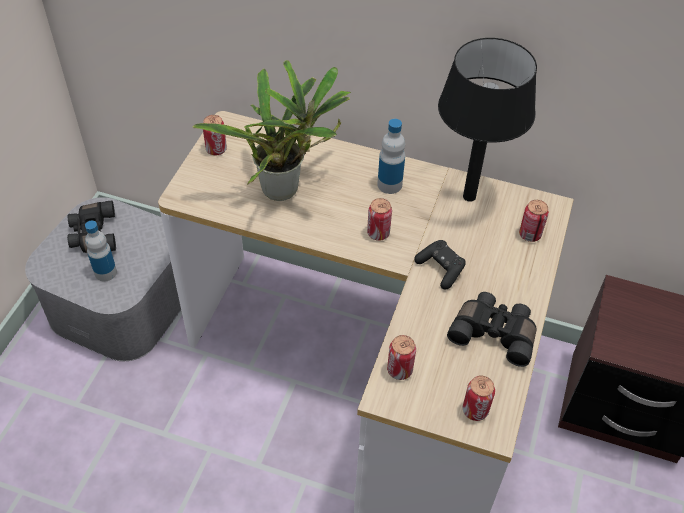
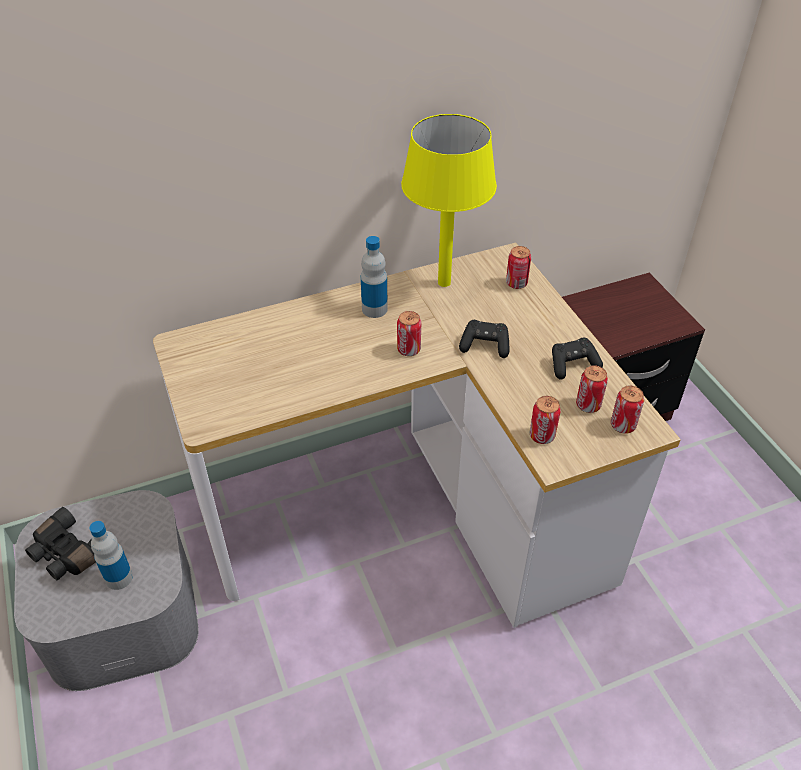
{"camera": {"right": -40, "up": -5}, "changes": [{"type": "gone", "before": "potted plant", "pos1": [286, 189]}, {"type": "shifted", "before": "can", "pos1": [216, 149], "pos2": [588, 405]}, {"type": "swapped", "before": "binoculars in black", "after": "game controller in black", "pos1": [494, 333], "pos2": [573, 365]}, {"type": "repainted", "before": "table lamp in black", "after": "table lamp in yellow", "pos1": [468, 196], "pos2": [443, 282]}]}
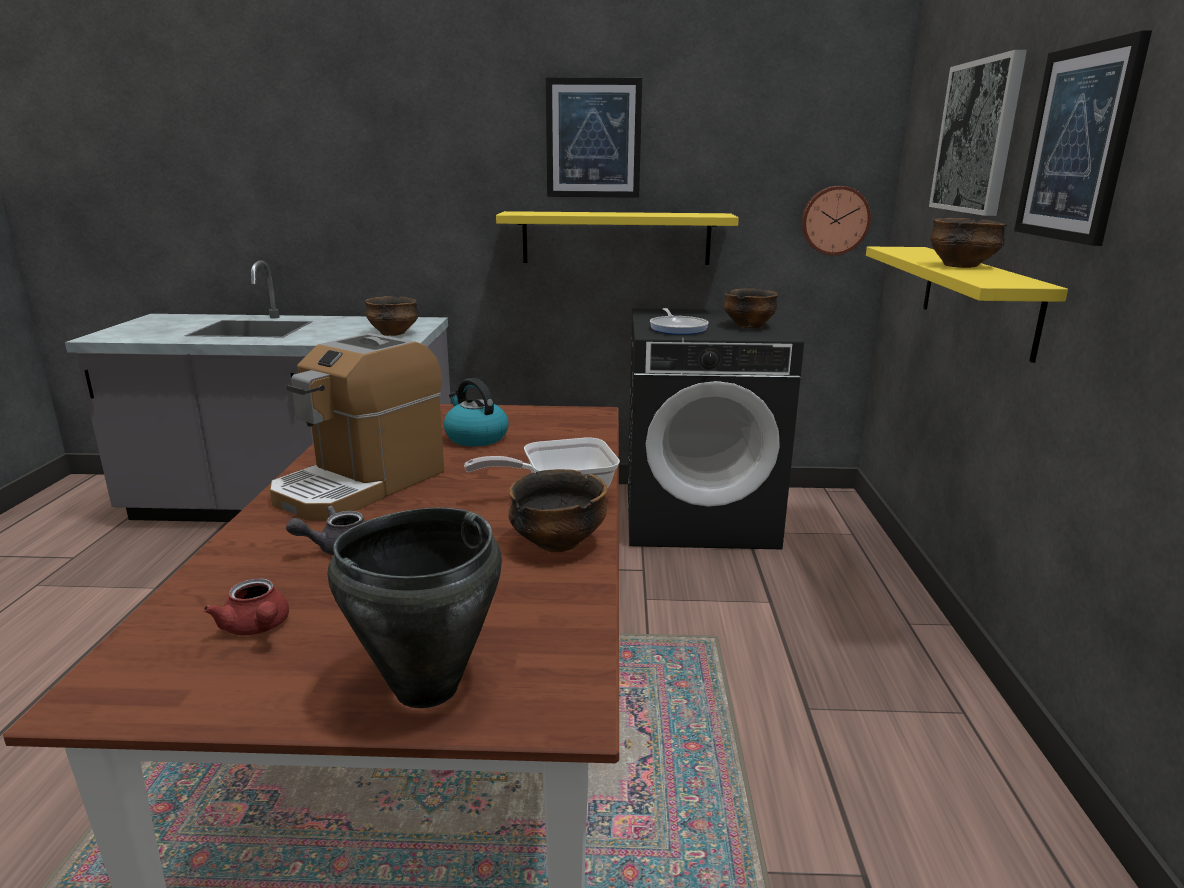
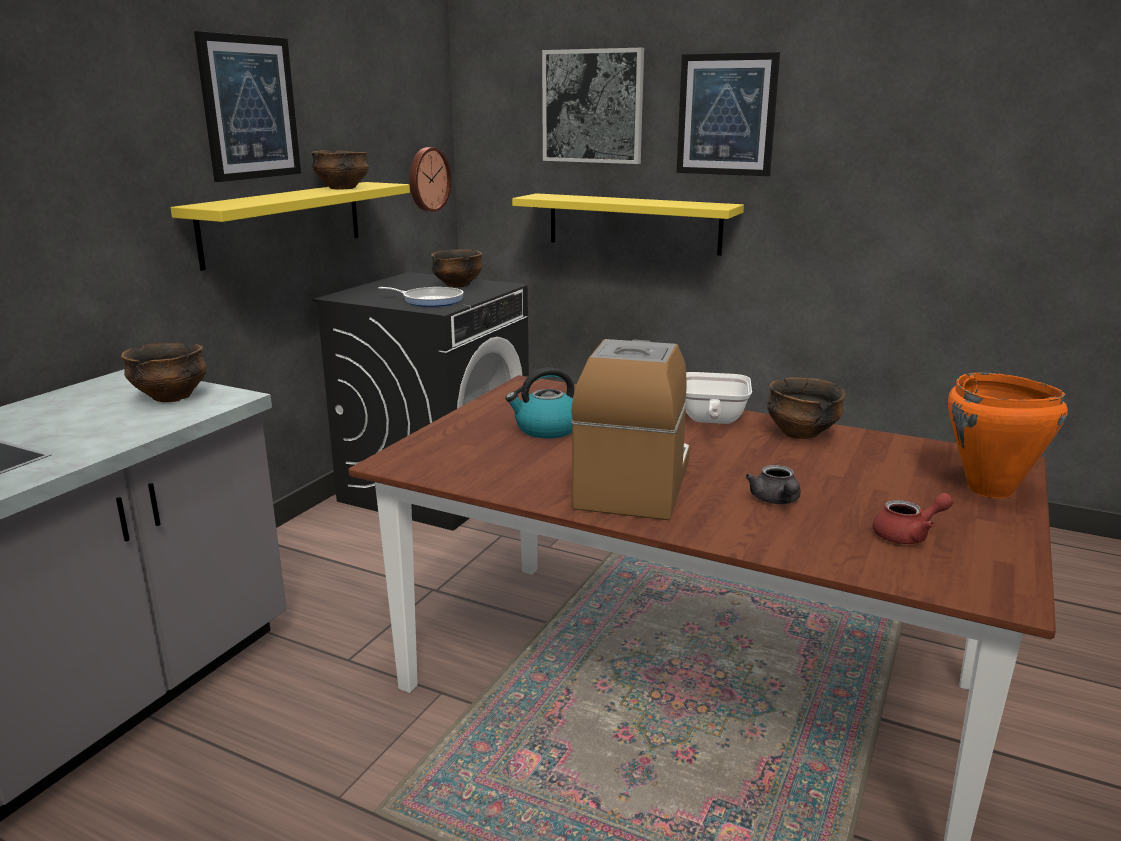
{"camera": {"right": -65, "up": 0}, "changes": [{"type": "shifted", "before": "bowl", "pos1": [961, 266], "pos2": [342, 188]}, {"type": "repainted", "before": "cooking pot in black", "after": "cooking pot in orange", "pos1": [425, 687], "pos2": [989, 490]}, {"type": "rotated", "before": "coffee machine", "pos1": [361, 484], "pos2": [634, 483], "turn": -135}]}
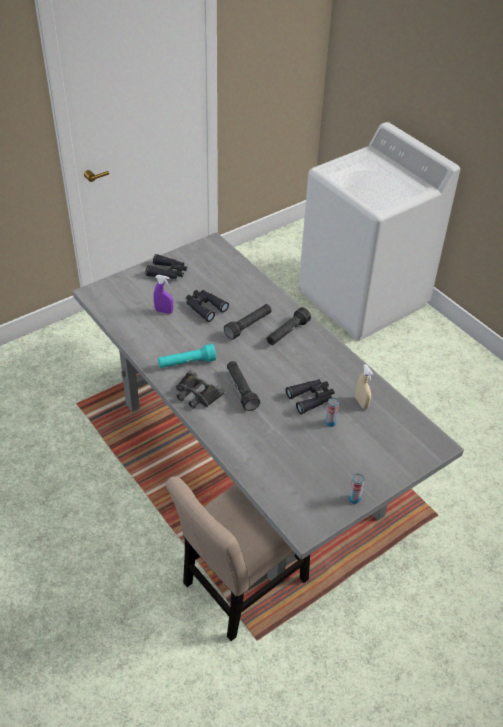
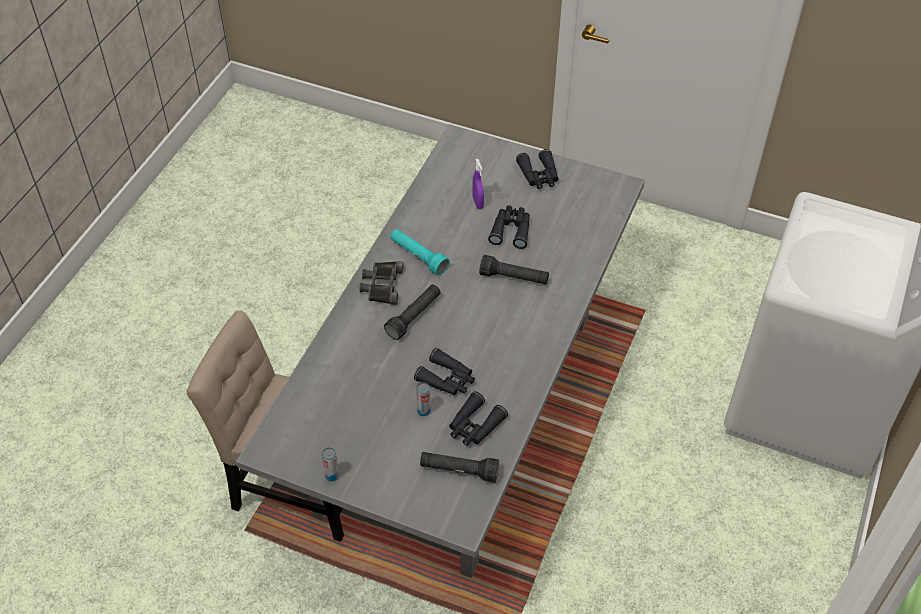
{"camera": {"right": 60, "up": 5}, "changes": [{"type": "shifted", "before": "flashlight in black", "pos1": [287, 333], "pos2": [459, 471]}, {"type": "swapped", "before": "spray bottle in beige", "after": "binoculars in black", "pos1": [361, 403], "pos2": [474, 426]}]}
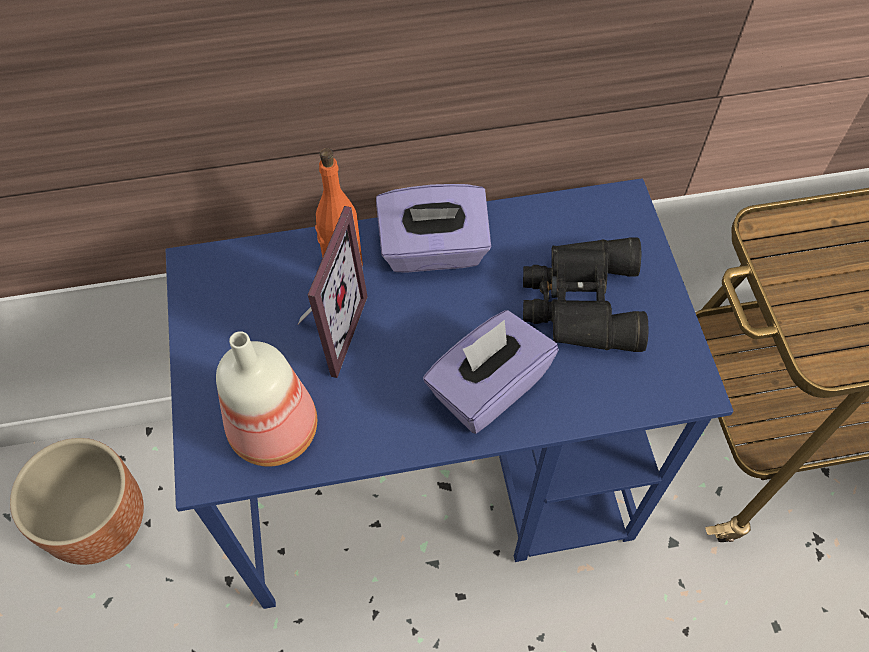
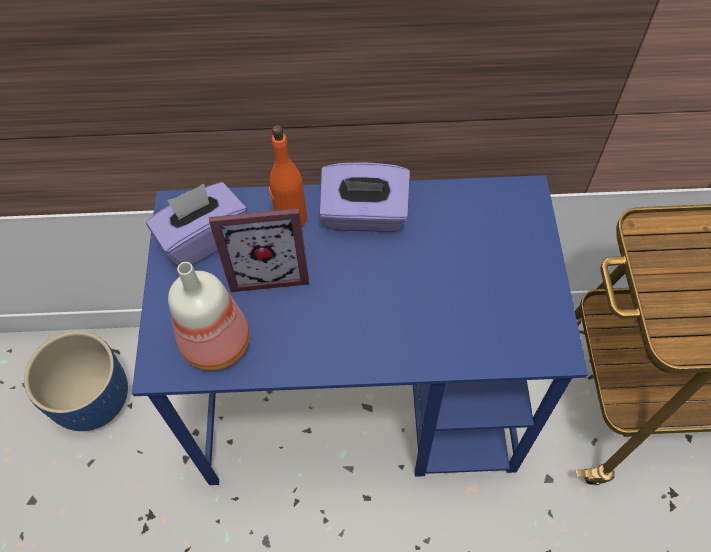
{"camera": {"right": 10, "up": 0}, "changes": [{"type": "gone", "before": "binoculars in black", "pos1": [579, 302]}, {"type": "shifted", "before": "tissue box in purple", "pos1": [487, 387], "pos2": [203, 238]}, {"type": "repainted", "before": "planter in brown", "after": "planter in blue", "pos1": [99, 520], "pos2": [93, 398]}, {"type": "rotated", "before": "picture frame", "pos1": [325, 329], "pos2": [269, 268], "turn": 60}]}
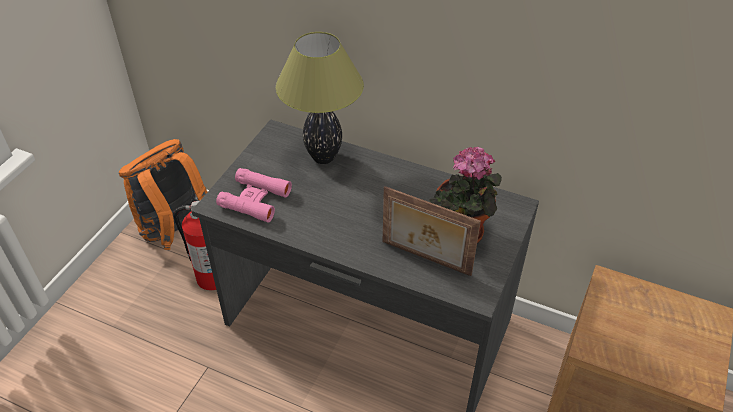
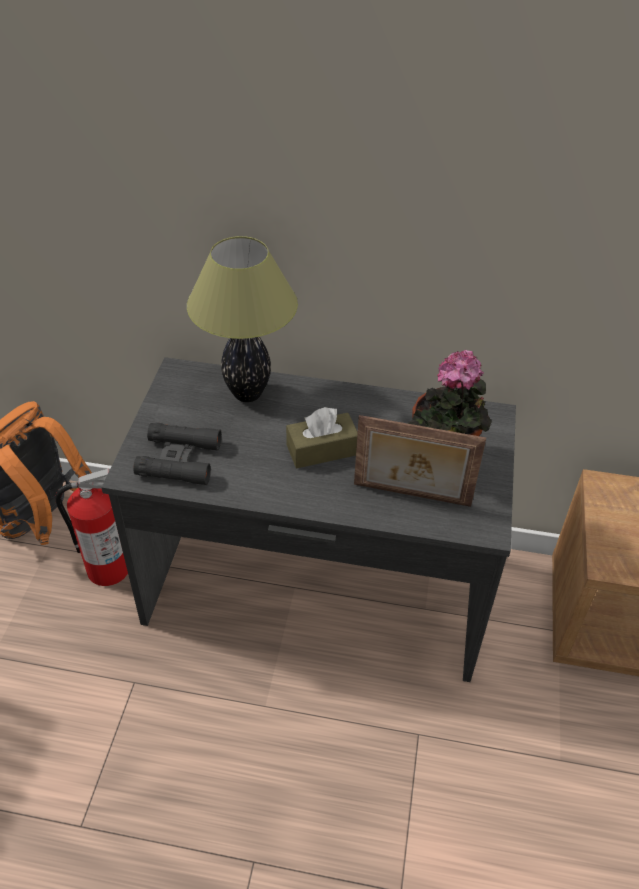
{"camera": {"right": -15, "up": 0}, "changes": [{"type": "new", "after": "tissue box in brown", "pos2": [322, 450]}, {"type": "repainted", "before": "binoculars in pink", "after": "binoculars in black", "pos1": [255, 199], "pos2": [179, 459]}]}
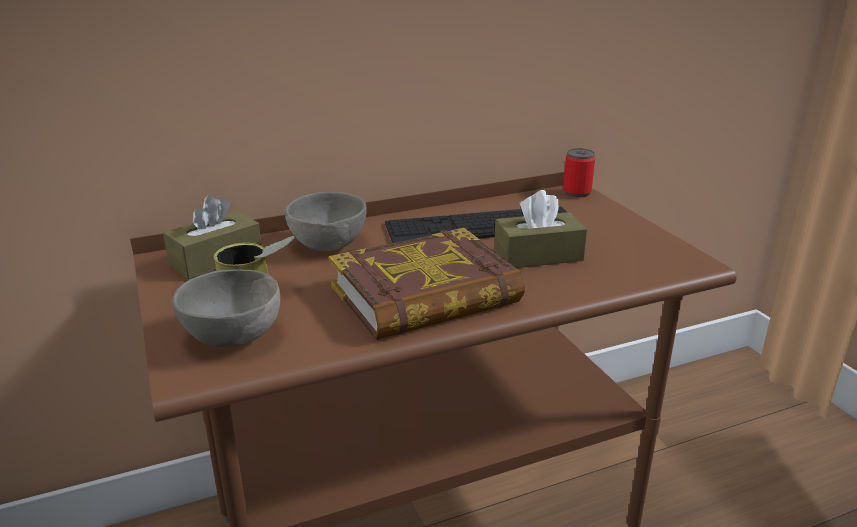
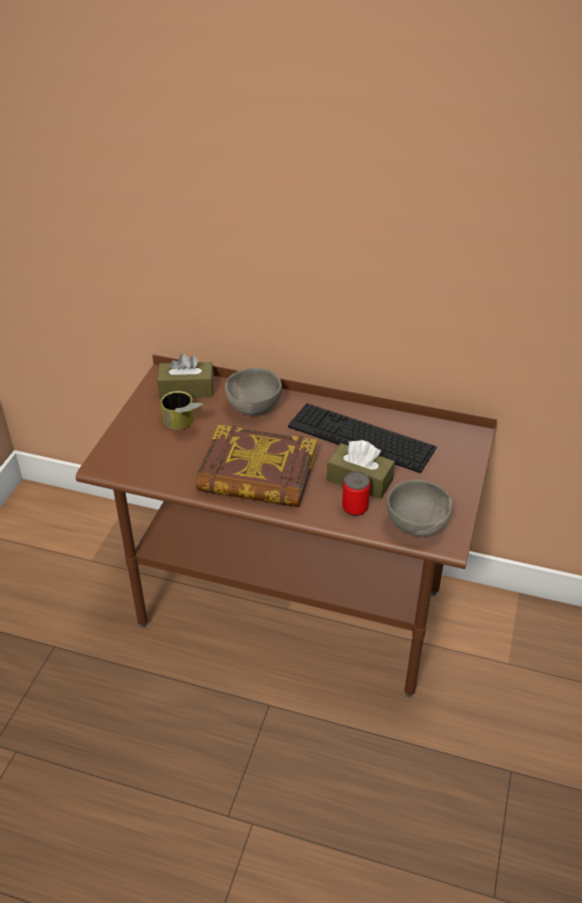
{"camera": {"right": 40, "up": 15}, "changes": [{"type": "shifted", "before": "bowl in grey", "pos1": [234, 338], "pos2": [417, 526]}, {"type": "shifted", "before": "can", "pos1": [577, 192], "pos2": [355, 507]}]}
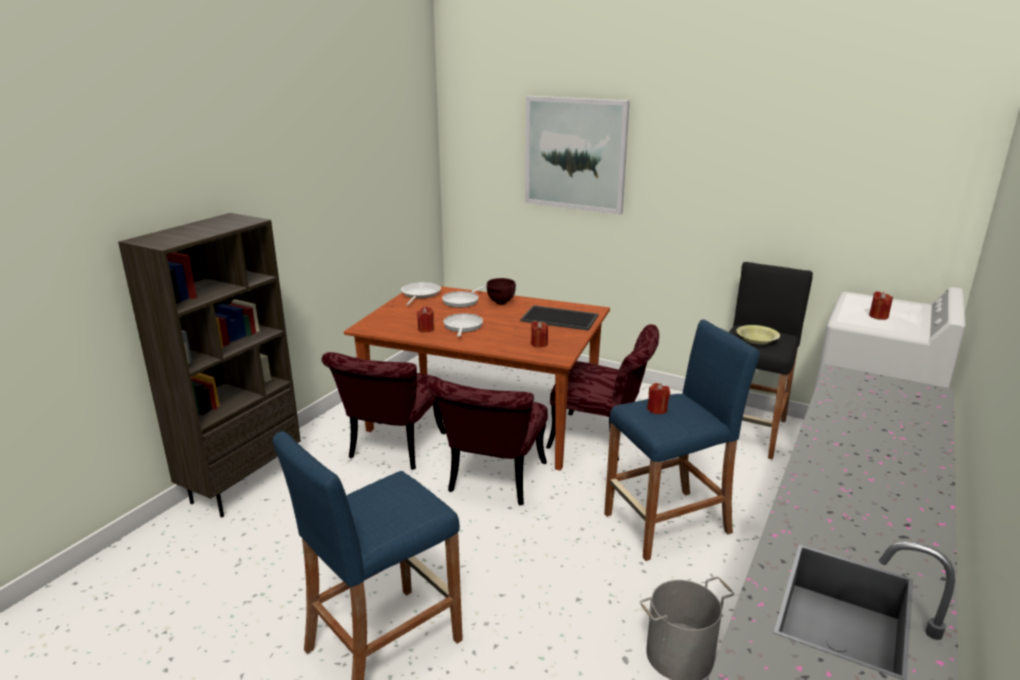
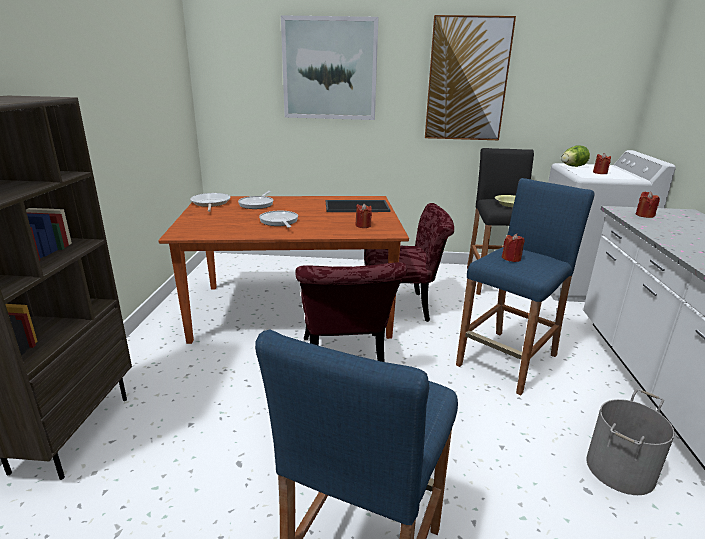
{"camera": {"right": -25, "up": 0}, "changes": [{"type": "gone", "before": "chair in red", "pos1": [392, 451]}, {"type": "gone", "before": "bowl in brown", "pos1": [500, 303]}, {"type": "new", "after": "picture", "pos2": [467, 80]}, {"type": "new", "after": "lettuce", "pos2": [572, 166]}, {"type": "shifted", "before": "candle in red", "pos1": [426, 329], "pos2": [644, 215]}]}
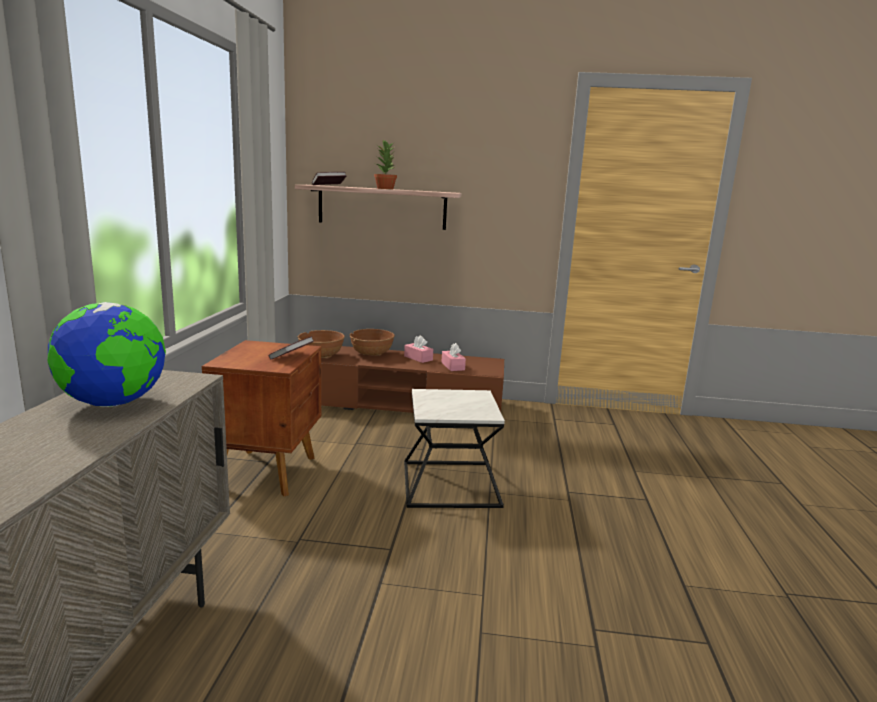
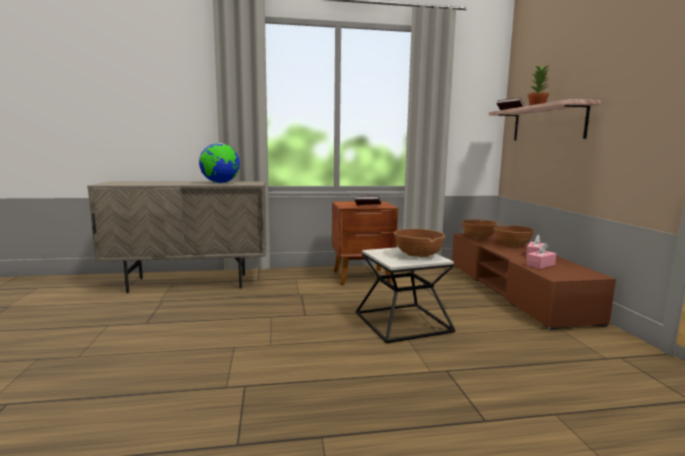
{"camera": {"right": 75, "up": -5}, "changes": [{"type": "new", "after": "bowl in brown", "pos2": [418, 255]}]}
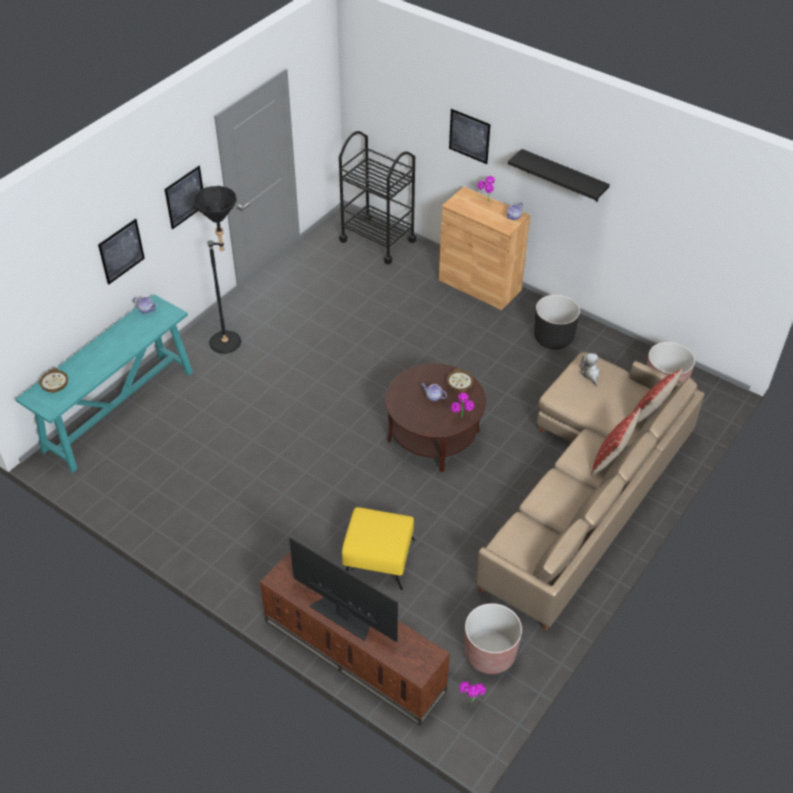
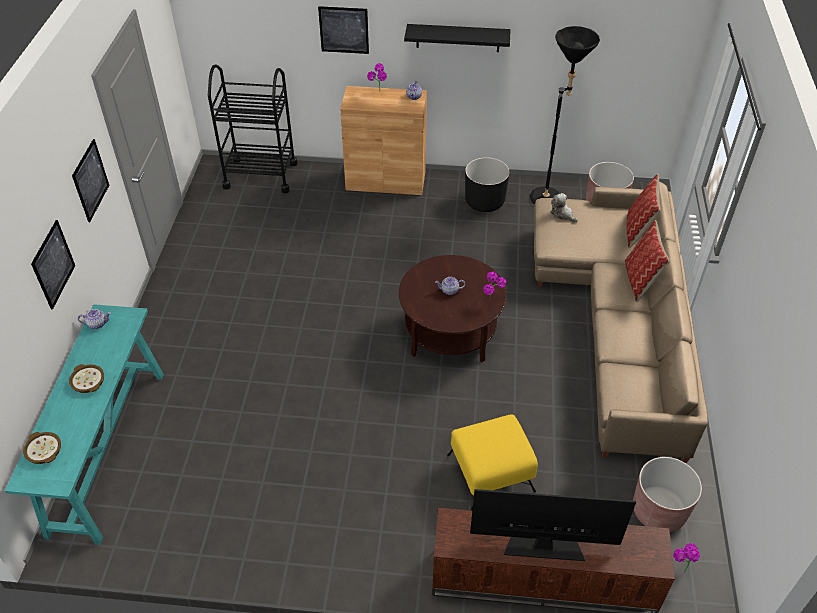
{"camera": {"right": -30, "up": 0}, "changes": [{"type": "shifted", "before": "floor lamp in black", "pos1": [232, 342], "pos2": [550, 195]}, {"type": "shifted", "before": "bowl", "pos1": [460, 383], "pos2": [88, 381]}]}
